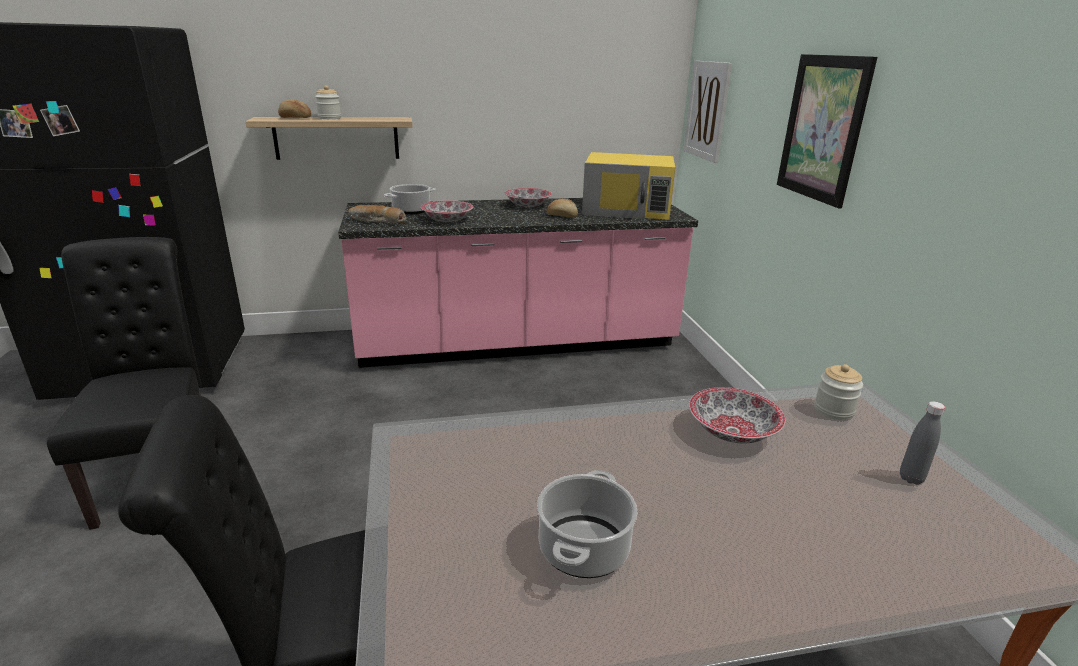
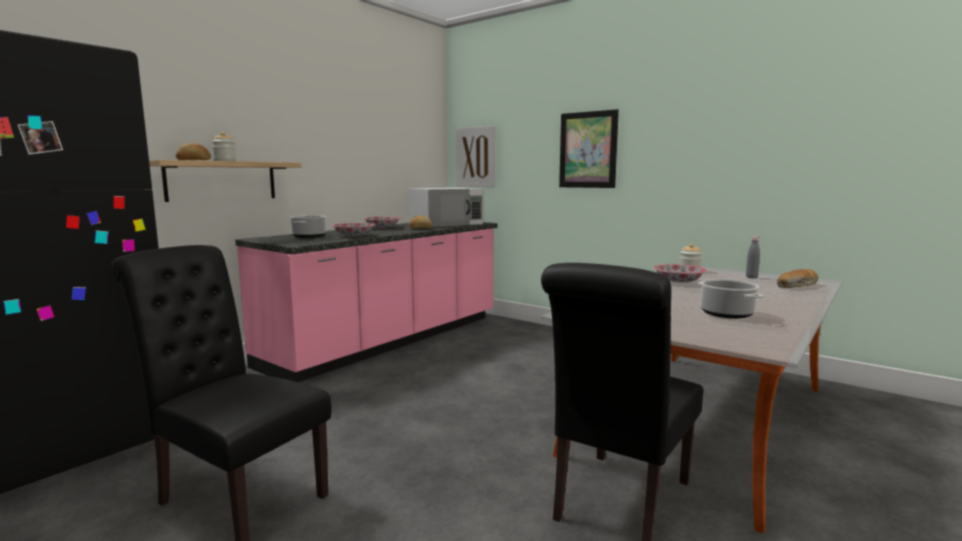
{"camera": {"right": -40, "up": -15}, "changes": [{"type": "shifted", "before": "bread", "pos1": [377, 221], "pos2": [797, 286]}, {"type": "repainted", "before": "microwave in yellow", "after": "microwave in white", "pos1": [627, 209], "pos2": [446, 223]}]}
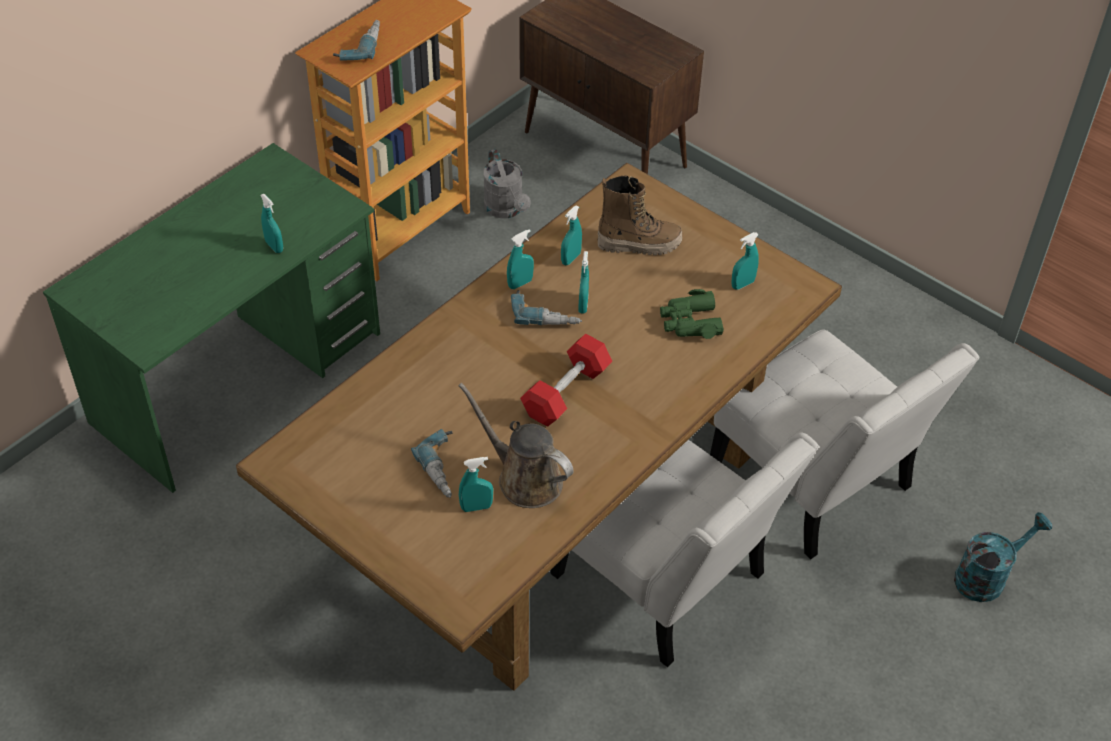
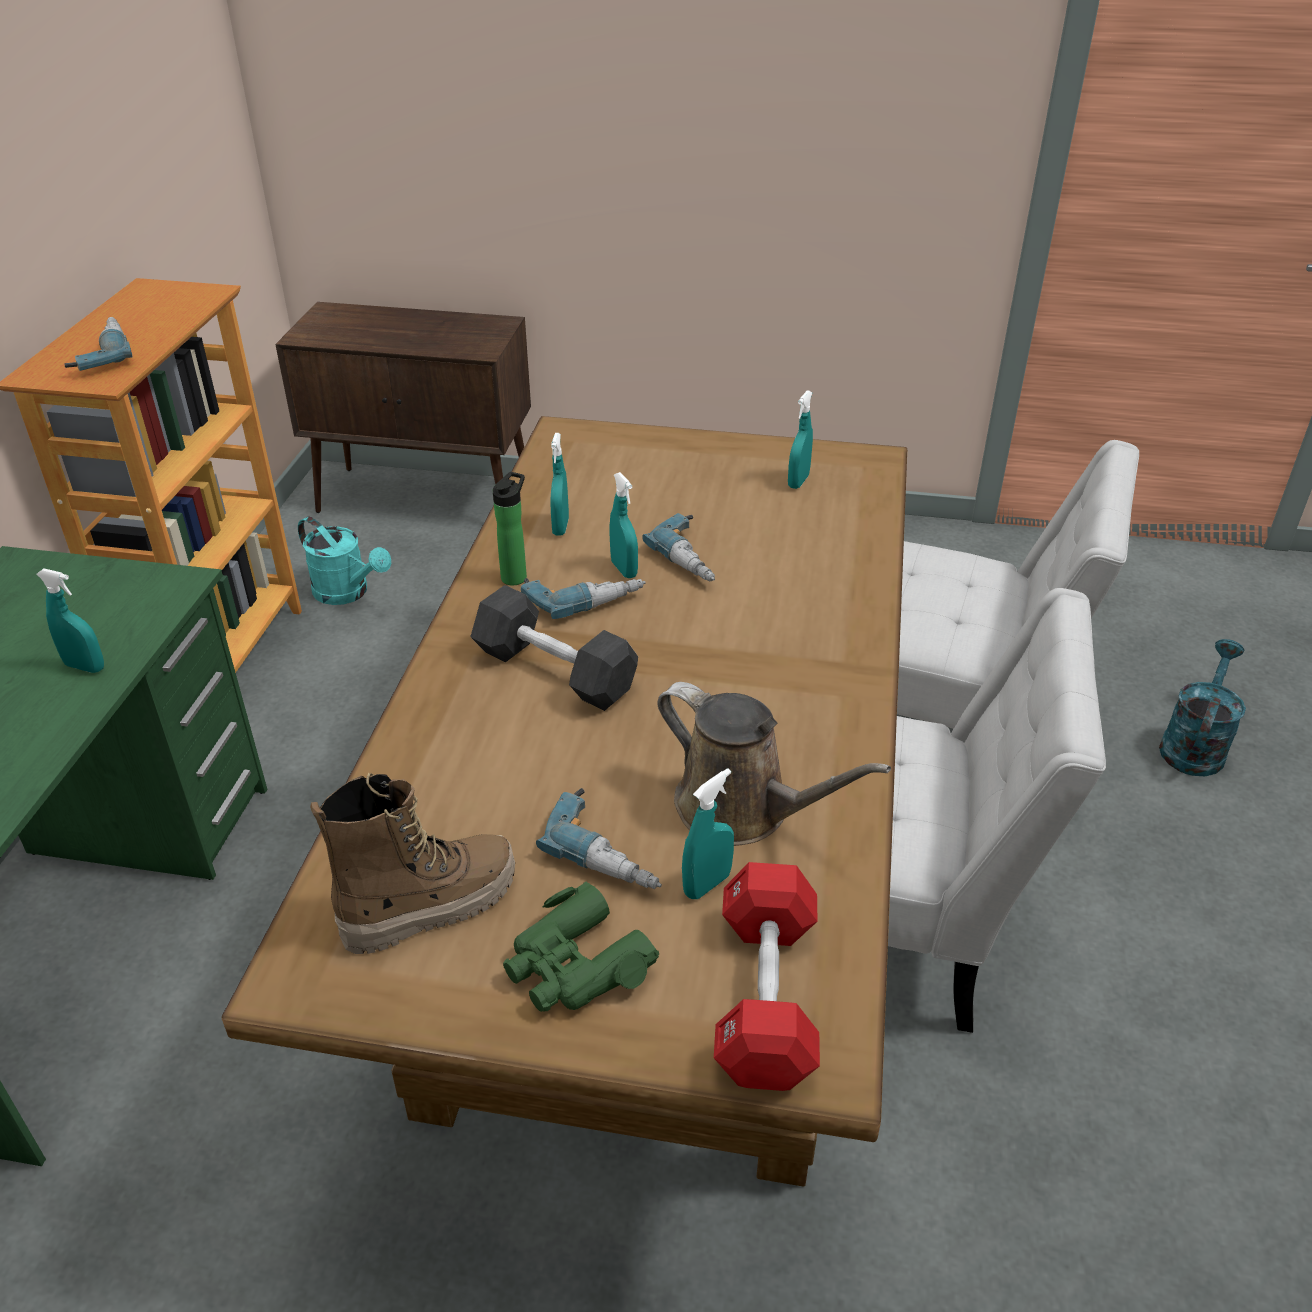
{"camera": {"right": -30, "up": -10}, "changes": [{"type": "new", "after": "dumbbell in black", "pos2": [555, 671]}, {"type": "new", "after": "power drill", "pos2": [694, 557]}, {"type": "shifted", "before": "dumbbell in red", "pos1": [566, 392], "pos2": [766, 997]}, {"type": "shifted", "before": "boot", "pos1": [639, 244], "pos2": [430, 905]}, {"type": "shifted", "before": "binoculars in green", "pos1": [690, 322], "pos2": [575, 966]}, {"type": "swapped", "before": "spray bottle in turquoise", "after": "bottle", "pos1": [520, 283], "pos2": [516, 576]}, {"type": "repainted", "before": "watering can in grey", "after": "watering can in turquoise", "pos1": [507, 210], "pos2": [348, 593]}, {"type": "rotated", "before": "watering can in brown", "pos1": [524, 478], "pos2": [742, 809], "turn": -150}]}
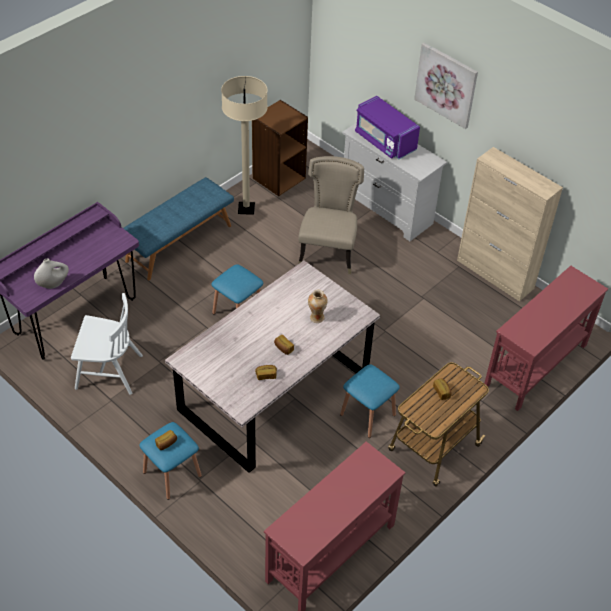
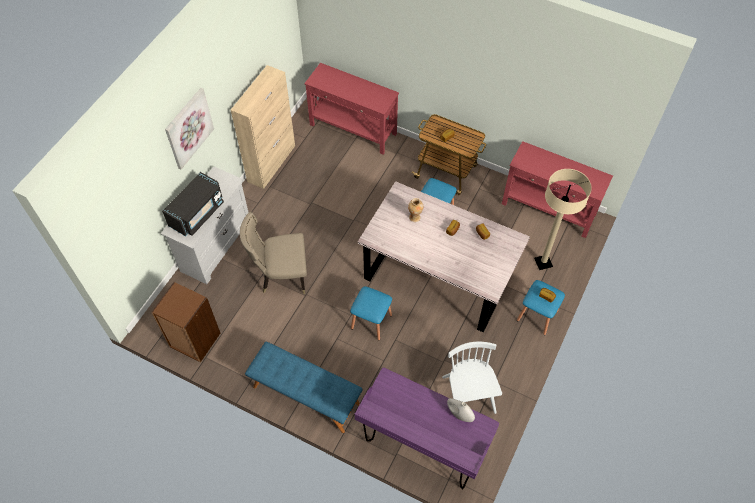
{"camera": {"right": -105, "up": 10}, "changes": [{"type": "shifted", "before": "floor lamp in beige", "pos1": [246, 209], "pos2": [543, 262]}, {"type": "repainted", "before": "microwave in purple", "after": "microwave in black", "pos1": [384, 141], "pos2": [197, 213]}]}
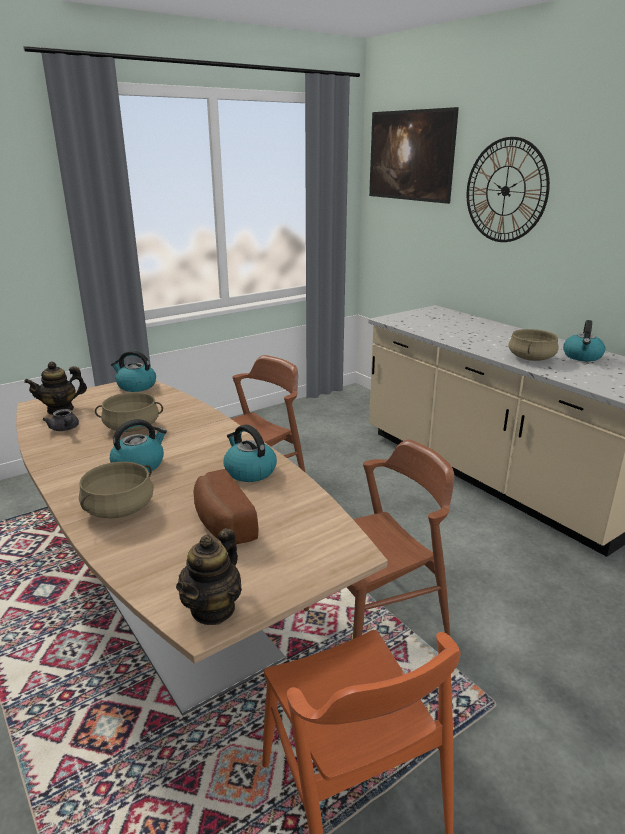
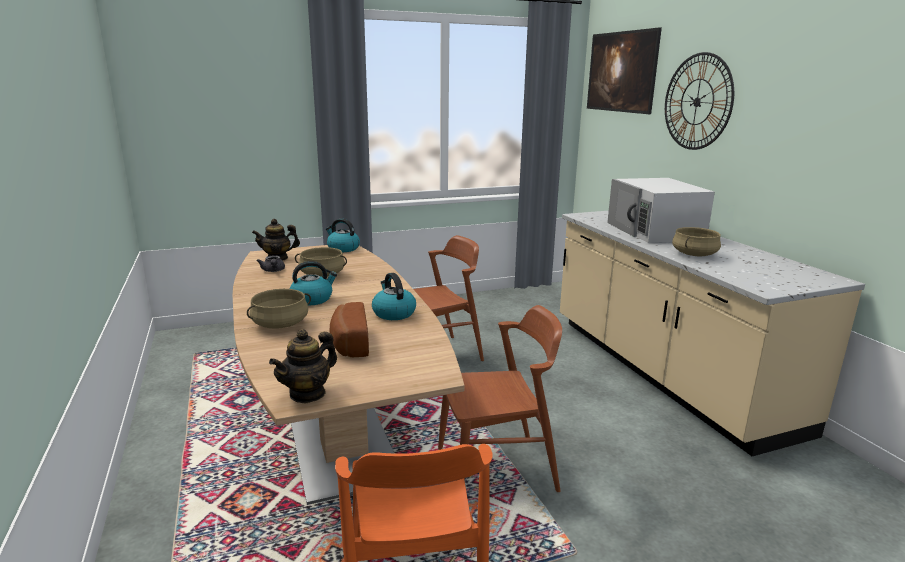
{"camera": {"right": 15, "up": -5}, "changes": [{"type": "gone", "before": "kettle", "pos1": [582, 356]}, {"type": "new", "after": "microwave in white", "pos2": [655, 231]}]}
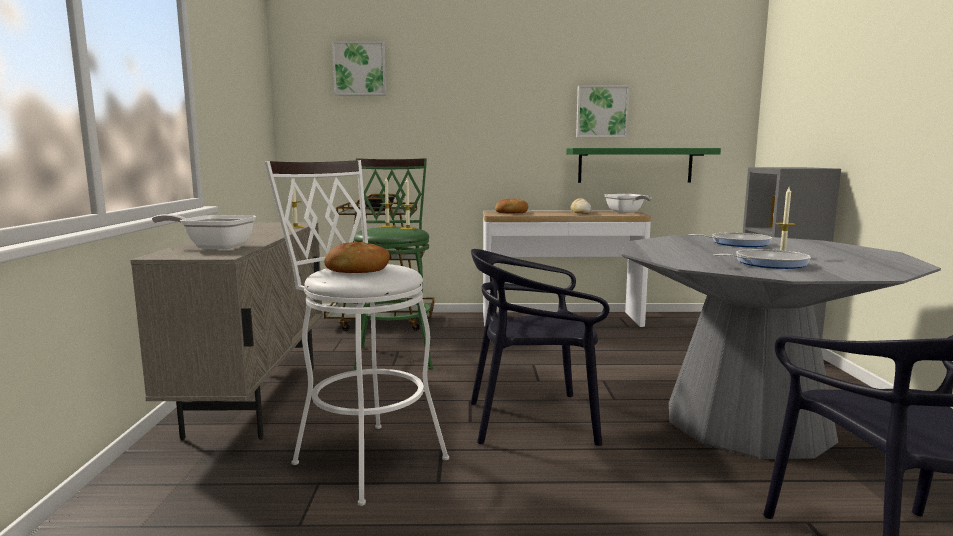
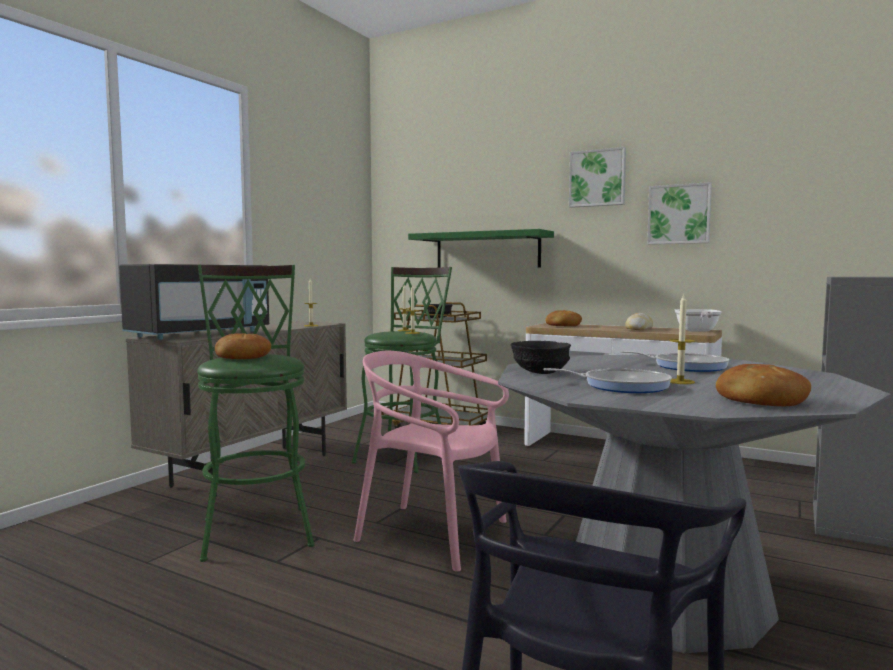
{"camera": {"right": 30, "up": -5}, "changes": [{"type": "new", "after": "bowl in black", "pos2": [540, 372]}, {"type": "new", "after": "bread", "pos2": [760, 400]}, {"type": "shifted", "before": "picture", "pos1": [360, 69], "pos2": [597, 178]}, {"type": "shifted", "before": "shelf in green", "pos1": [635, 165], "pos2": [487, 250]}, {"type": "swapped", "before": "frying pan", "after": "microwave in black", "pos1": [214, 247], "pos2": [200, 334]}, {"type": "repainted", "before": "stool in white", "after": "stool in green", "pos1": [363, 456], "pos2": [257, 527]}, {"type": "repainted", "before": "chair in black", "after": "chair in pink", "pos1": [533, 420], "pos2": [432, 534]}]}
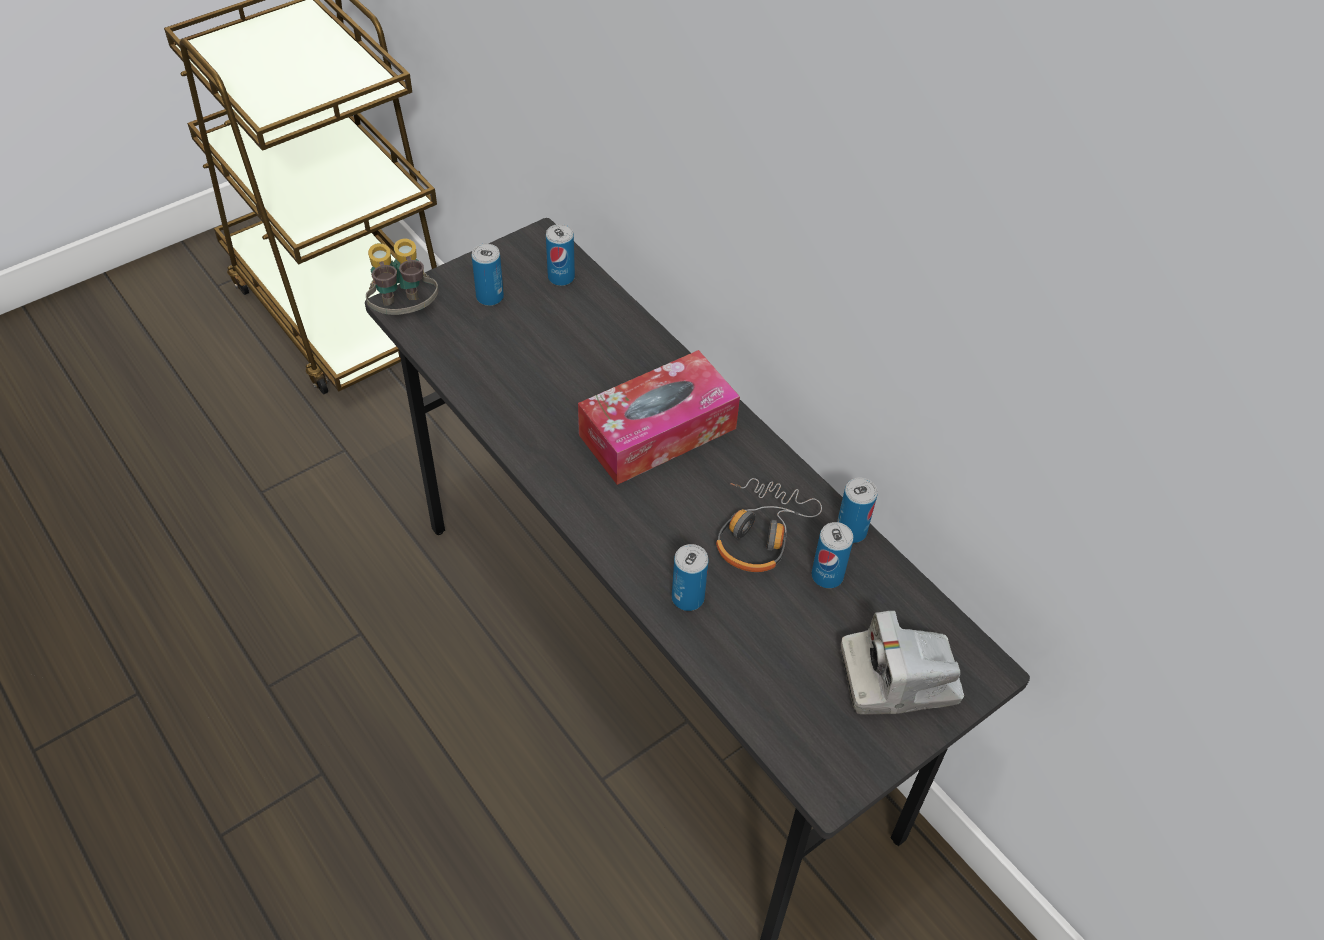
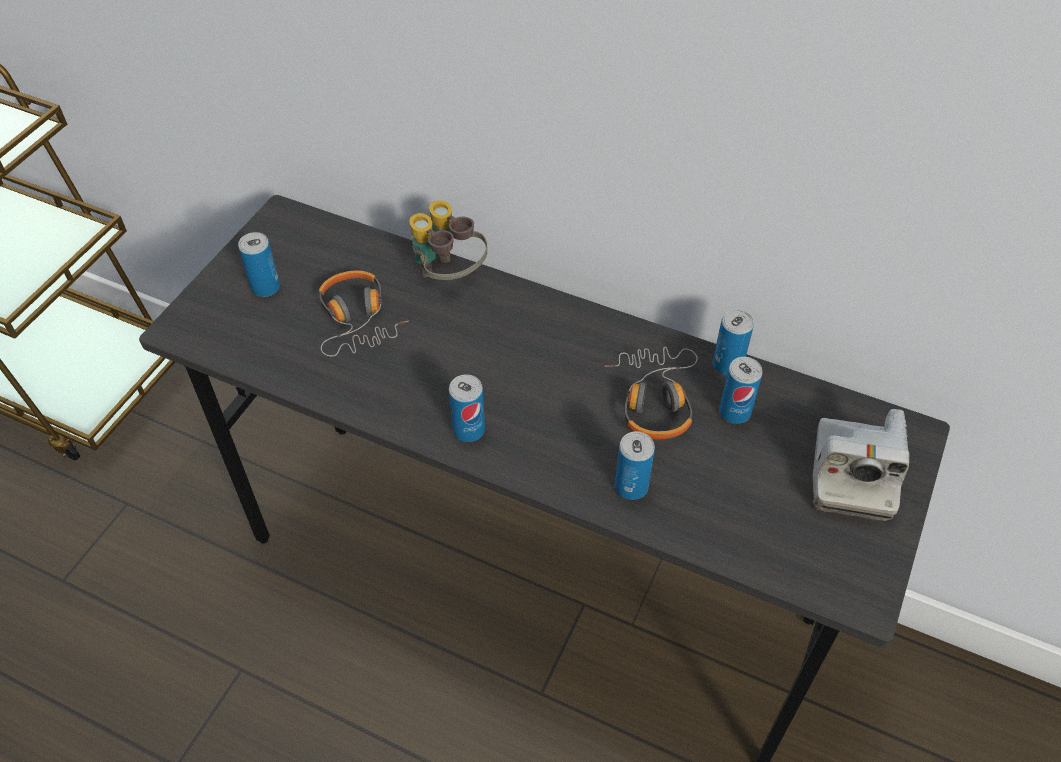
{"camera": {"right": -25, "up": 0}, "changes": [{"type": "gone", "before": "tissue box", "pos1": [657, 432]}, {"type": "new", "after": "headphones", "pos2": [358, 320]}, {"type": "shifted", "before": "binoculars", "pos1": [404, 313], "pos2": [449, 276]}, {"type": "shifted", "before": "can", "pos1": [561, 277], "pos2": [468, 430]}, {"type": "rotated", "before": "photo camera", "pos1": [898, 678], "pos2": [852, 474], "turn": -45}]}
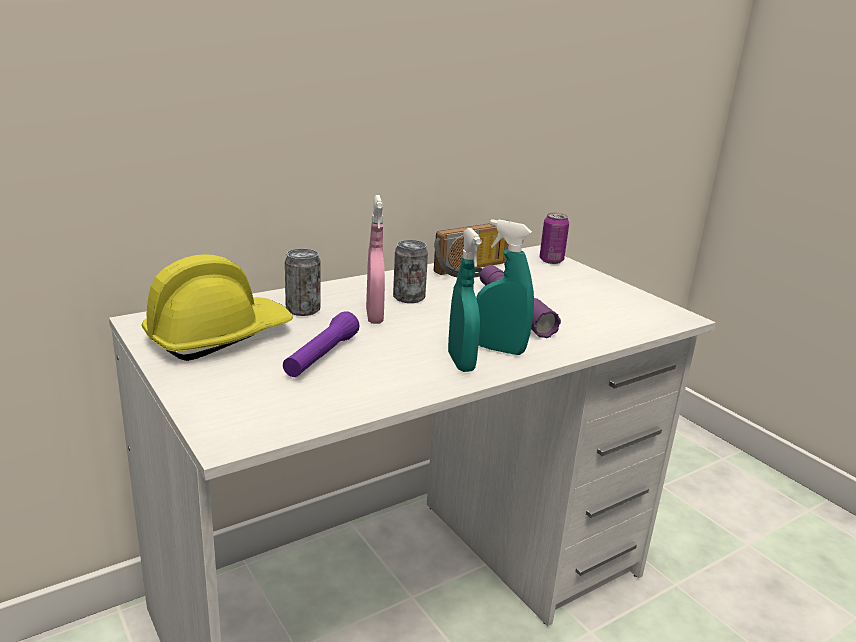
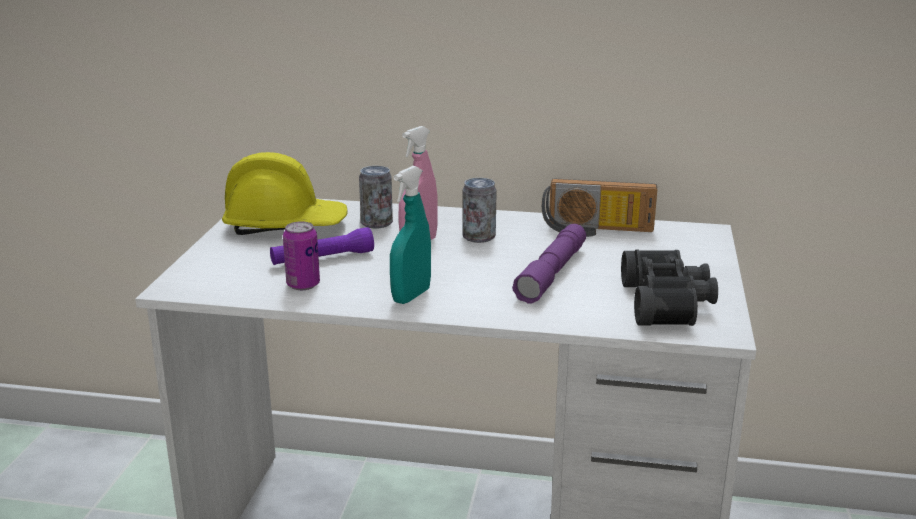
{"camera": {"right": 45, "up": 0}, "changes": [{"type": "gone", "before": "spray bottle in turquoise", "pos1": [499, 349]}, {"type": "new", "after": "binoculars in black", "pos2": [668, 303]}, {"type": "shifted", "before": "can", "pos1": [551, 260], "pos2": [303, 285]}]}
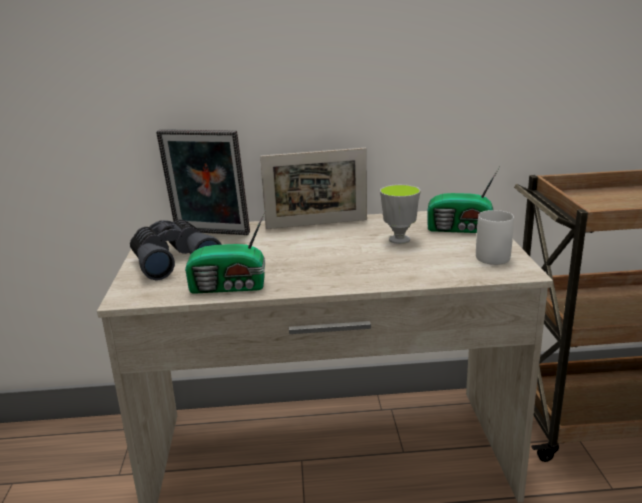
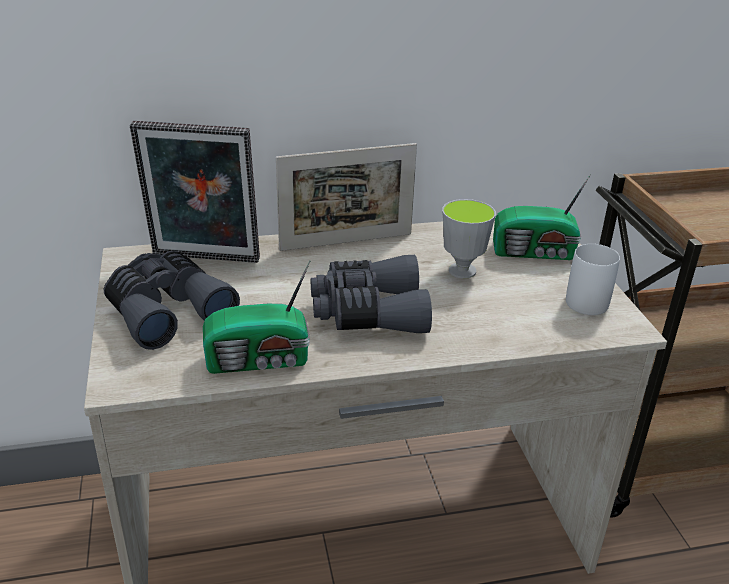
{"camera": {"right": -10, "up": 10}, "changes": [{"type": "new", "after": "binoculars in grey", "pos2": [368, 312]}]}
